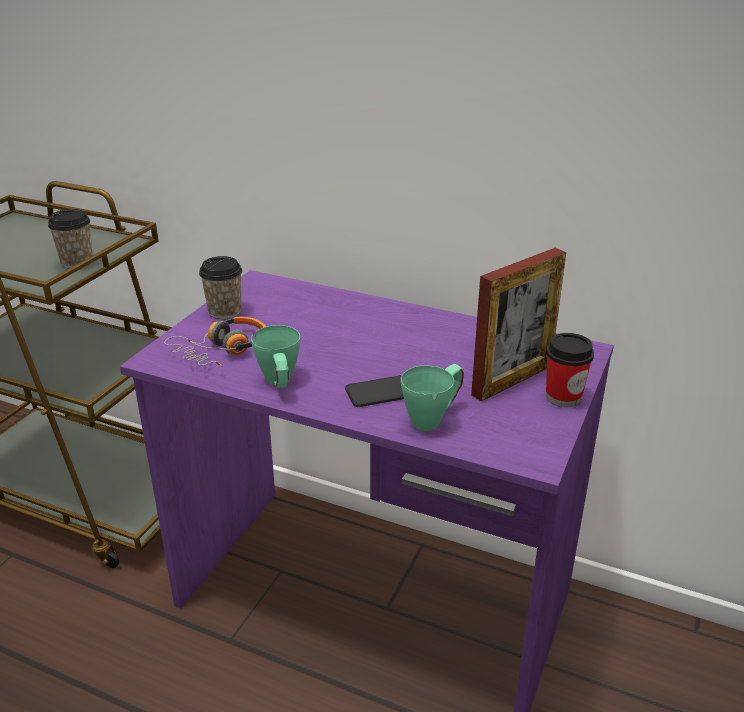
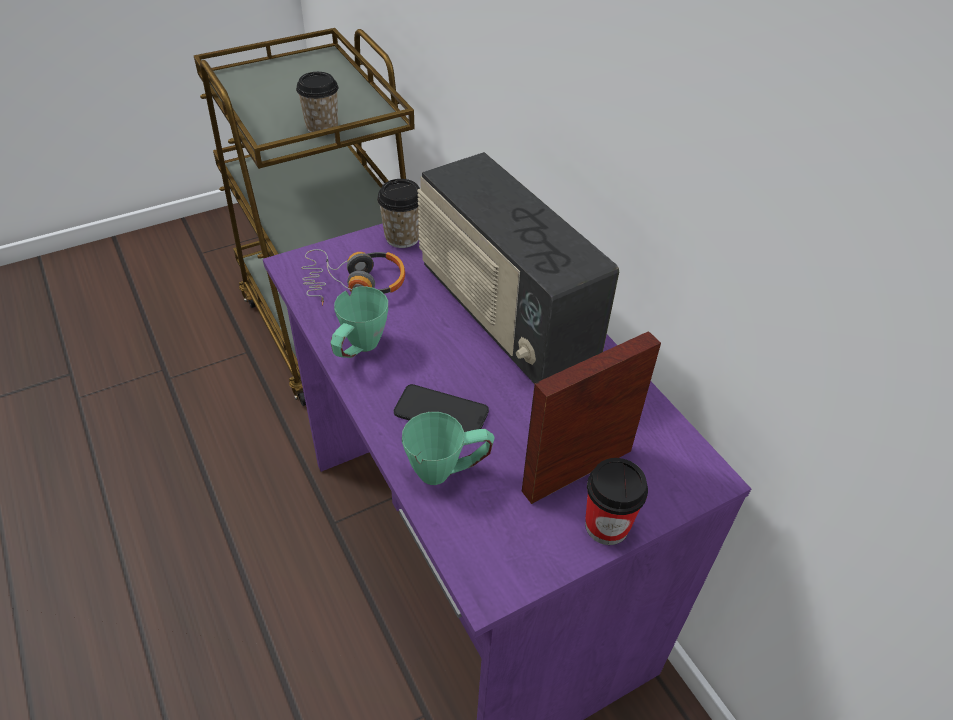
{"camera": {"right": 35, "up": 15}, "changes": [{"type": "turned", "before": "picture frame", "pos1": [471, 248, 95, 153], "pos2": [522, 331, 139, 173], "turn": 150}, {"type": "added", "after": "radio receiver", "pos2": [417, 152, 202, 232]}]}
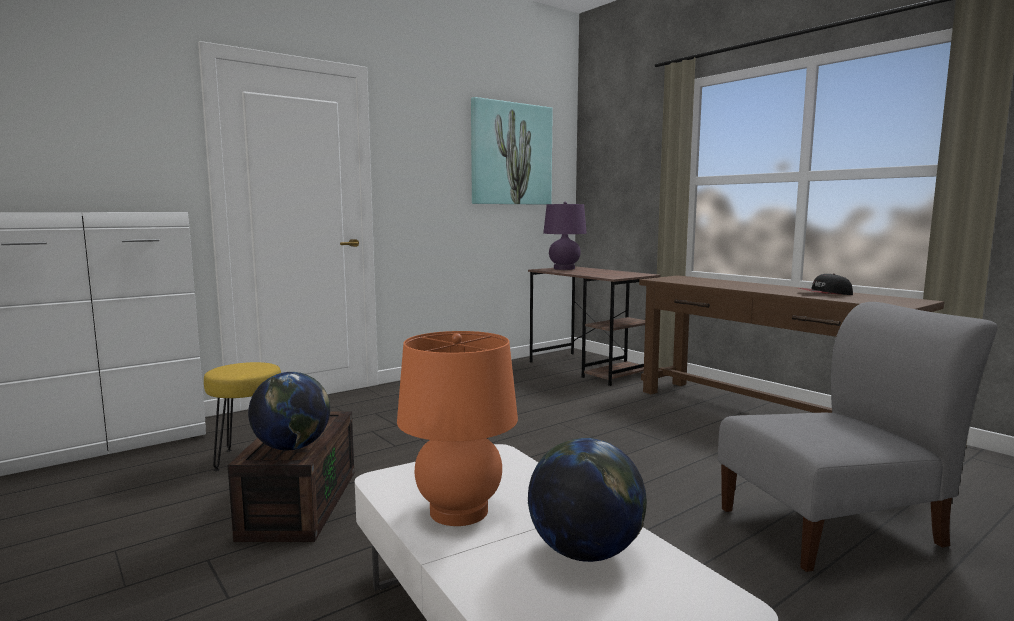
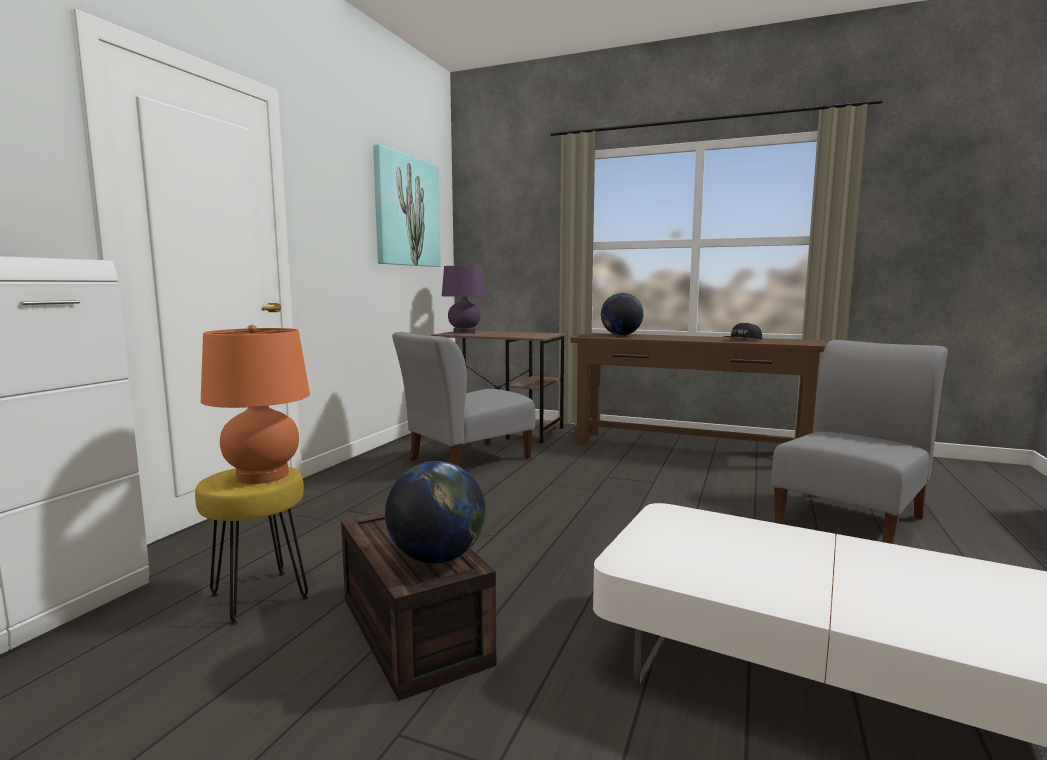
{"camera": {"right": -30, "up": 0}, "changes": [{"type": "moved", "before": "table lamp/orange", "pos1": [397, 331, 121, 195], "pos2": [201, 325, 109, 159]}, {"type": "moved", "before": "world globe", "pos1": [528, 438, 119, 124], "pos2": [601, 293, 42, 43]}, {"type": "added", "after": "plain chair/gray", "pos2": [392, 332, 143, 134]}]}
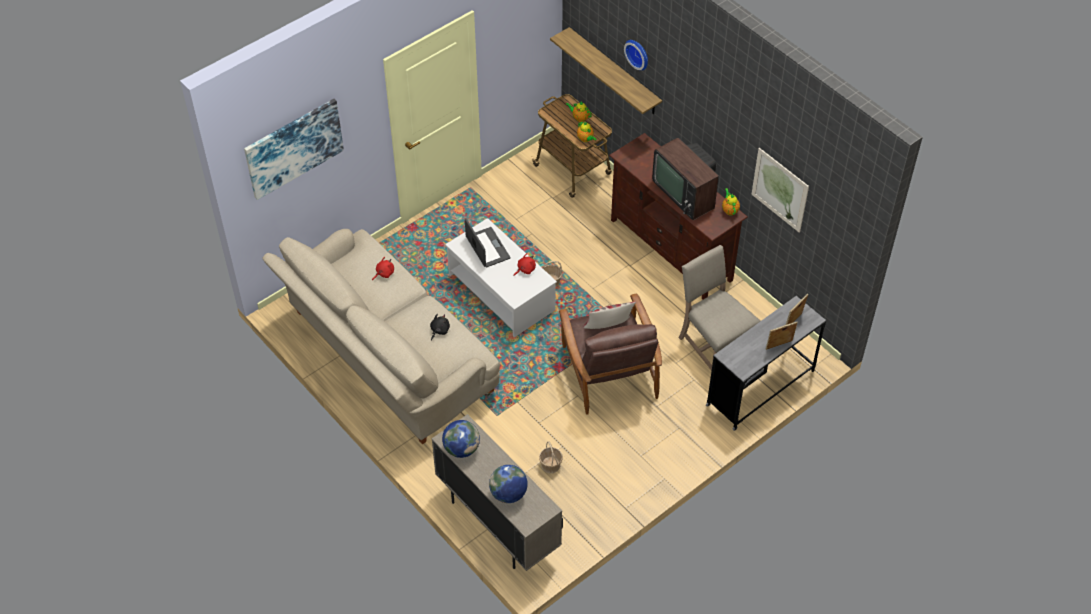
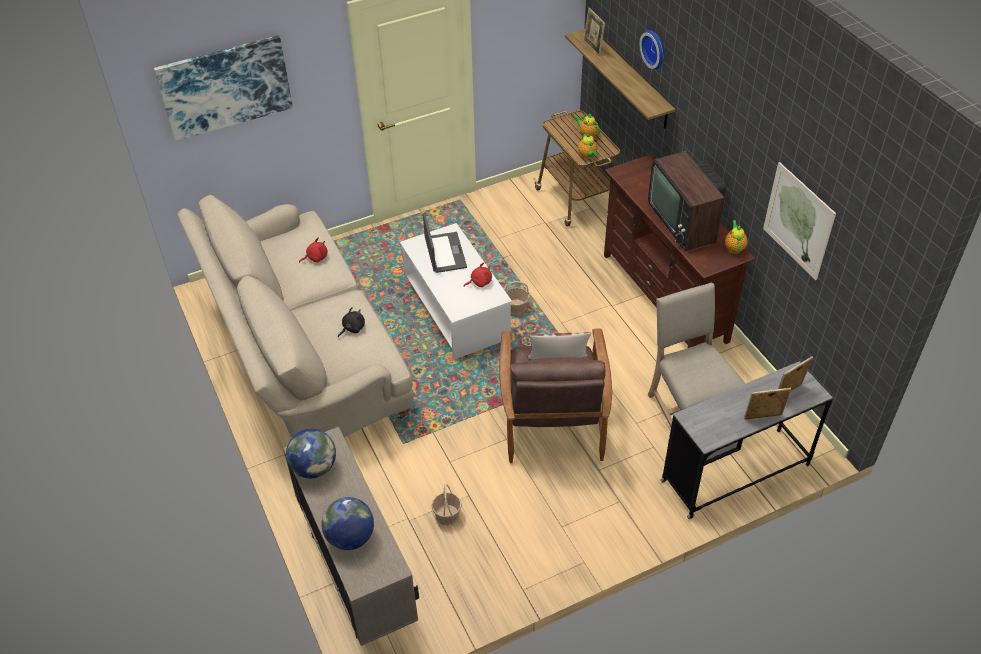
{"camera": {"right": 15, "up": -5}, "changes": [{"type": "added", "after": "picture frame", "pos2": [583, 8, 22, 48]}]}
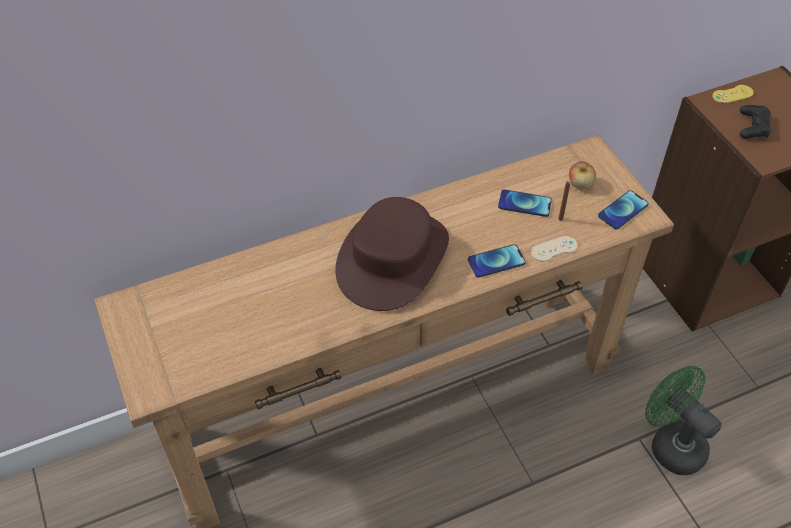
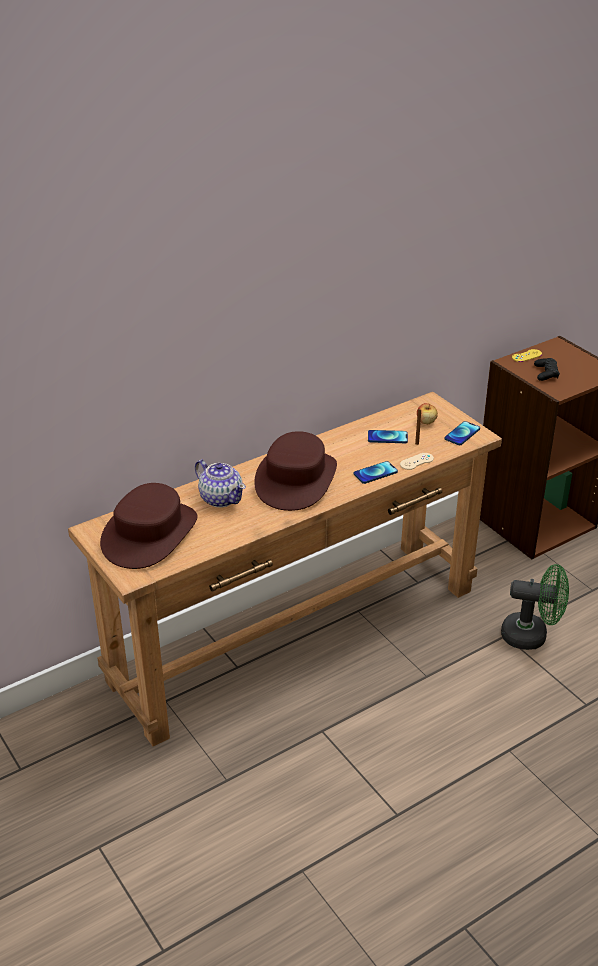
{"camera": {"right": -10, "up": -15}, "changes": [{"type": "turned", "before": "cooling fan/green-coloured", "pos1": [645, 366, 76, 109], "pos2": [501, 564, 68, 86], "turn": 150}, {"type": "added", "after": "tea pot", "pos2": [195, 460, 51, 47]}, {"type": "added", "after": "clothing hat/brownish", "pos2": [100, 483, 97, 86]}]}
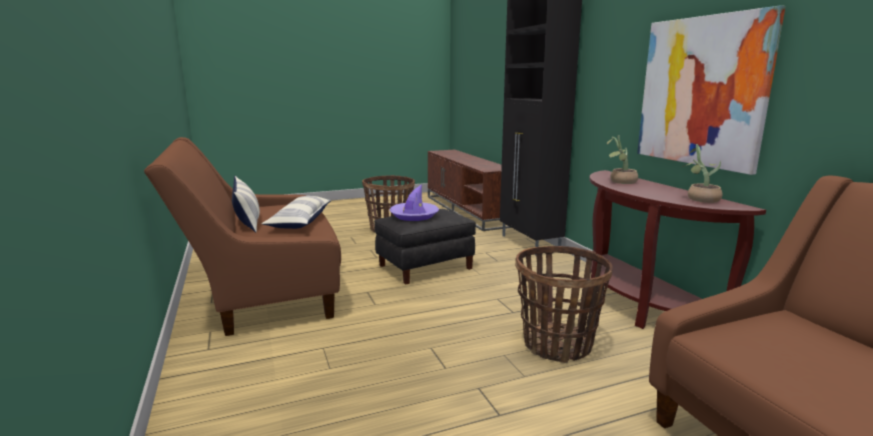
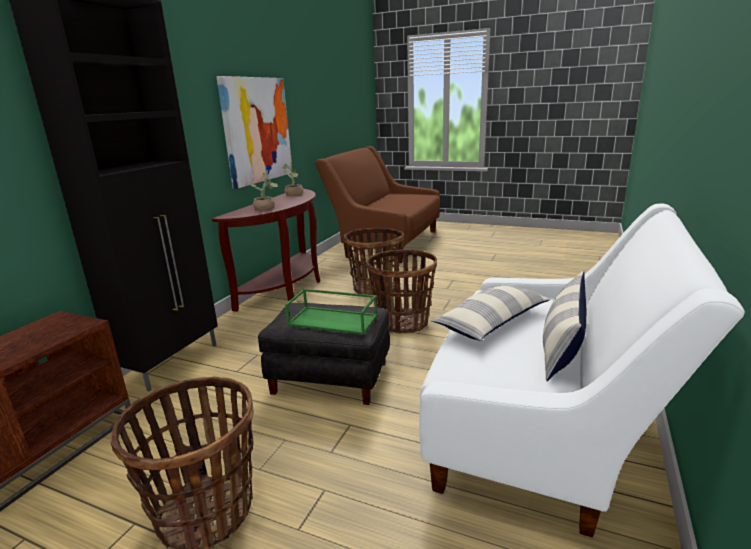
{"camera": {"right": -135, "up": 5}, "changes": [{"type": "recoloured", "before": "couch/brownish", "after": "couch/whitish", "pos1": [144, 137, 197, 199], "pos2": [419, 204, 326, 333]}, {"type": "replaced", "before": "clothing hat/purplish", "after": "tray/green-coloured", "pos1": [389, 184, 50, 37], "pos2": [285, 289, 93, 46]}, {"type": "added", "after": "basket", "pos2": [366, 249, 71, 84]}]}
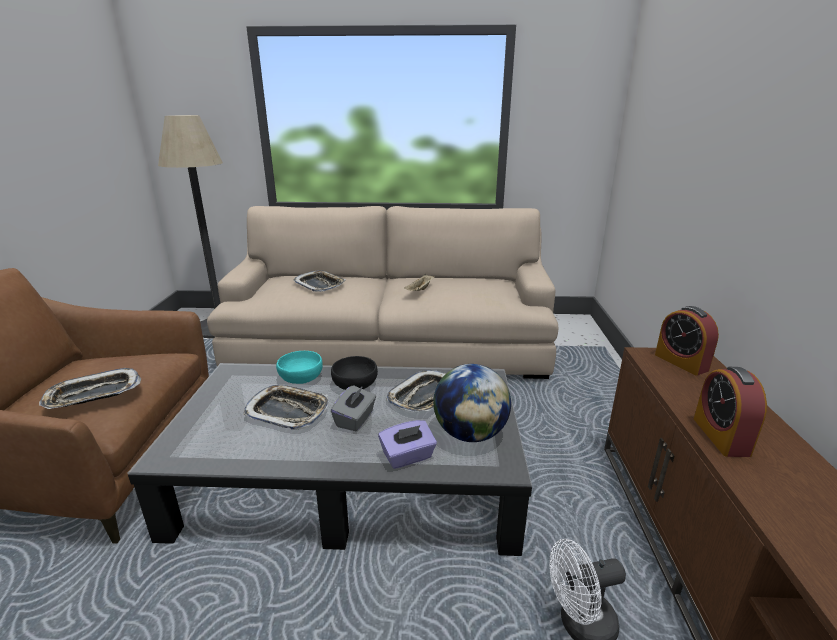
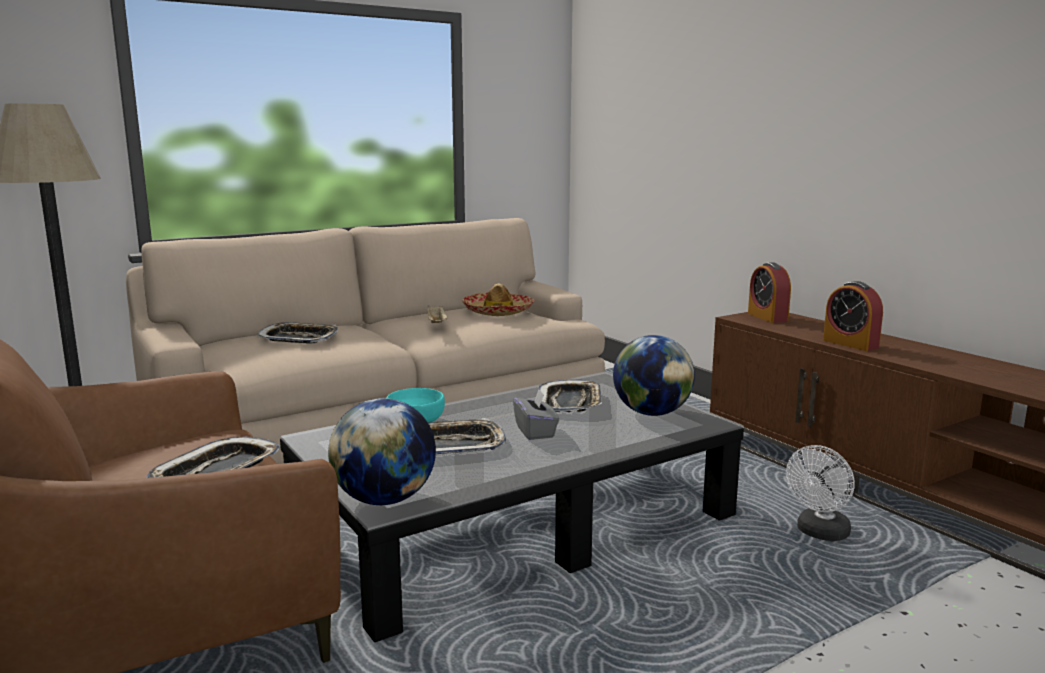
{"camera": {"right": -35, "up": -10}, "changes": [{"type": "turned", "before": "bedside clock", "pos1": [655, 306, 64, 70], "pos2": [748, 262, 43, 61], "turn": 45}, {"type": "removed", "before": "bowl/black-coloured", "pos1": [331, 356, 47, 34]}, {"type": "removed", "before": "tissue box/purplish", "pos1": [378, 420, 59, 49]}, {"type": "added", "after": "clothing hat", "pos2": [462, 283, 72, 33]}, {"type": "added", "after": "world globe", "pos2": [328, 398, 108, 107]}]}
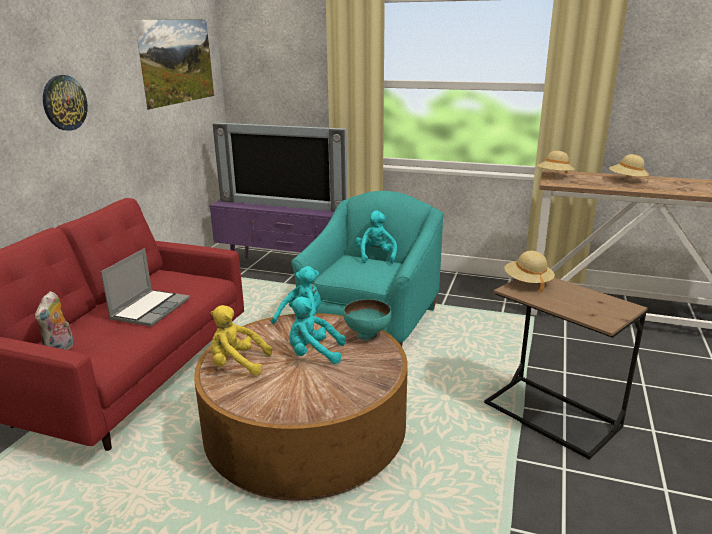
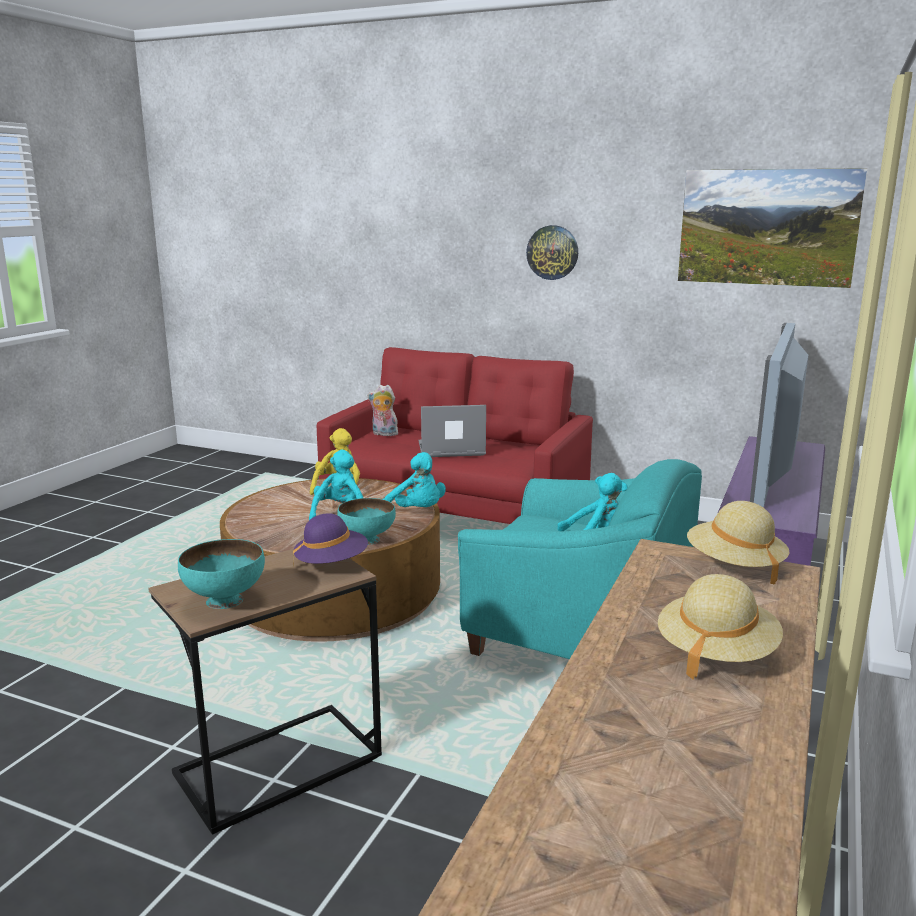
{"camera": {"right": 95, "up": -5}, "changes": [{"type": "turned", "before": "portable computer", "pos1": [101, 248, 89, 78], "pos2": [419, 405, 67, 52], "turn": 150}, {"type": "recoloured", "before": "clothing hat/beige-coloured", "after": "clothing hat/purplish", "pos1": [504, 251, 51, 41], "pos2": [293, 513, 75, 54]}, {"type": "added", "after": "bowl/turquoise", "pos2": [178, 539, 87, 70]}]}
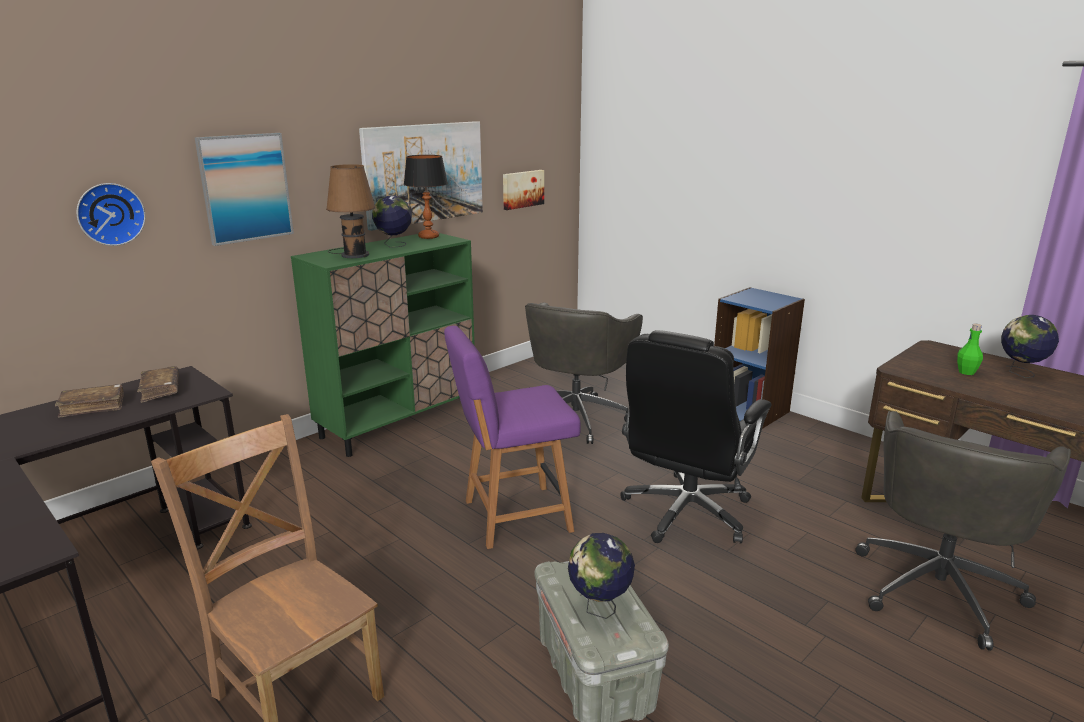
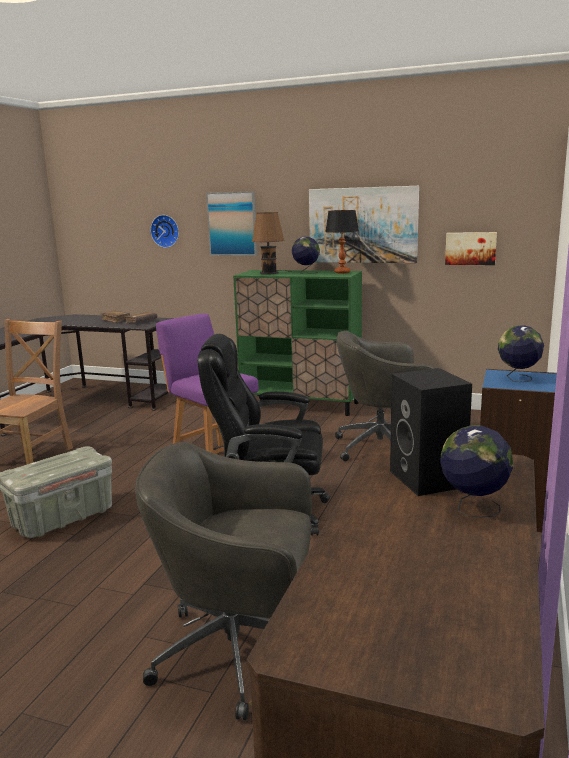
{"camera": {"right": 65, "up": -5}, "changes": [{"type": "replaced", "before": "drink bottle/green-coloured", "after": "loudspeaker/black-coloured", "pos1": [957, 324, 26, 51], "pos2": [390, 368, 82, 128]}, {"type": "moved", "before": "world globe", "pos1": [568, 533, 67, 86], "pos2": [498, 325, 46, 57]}]}
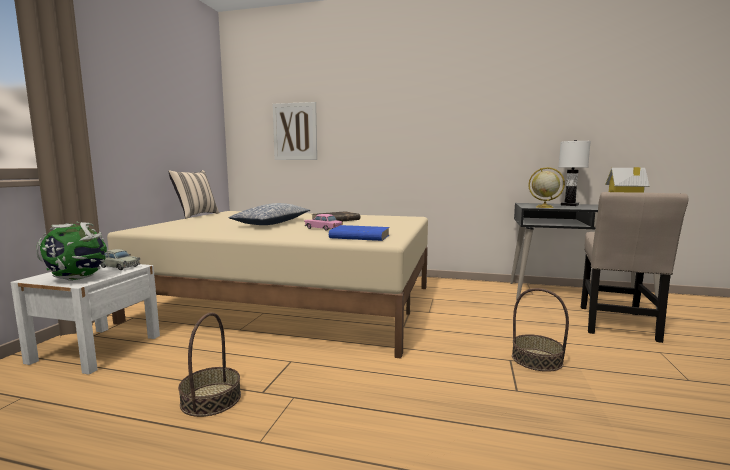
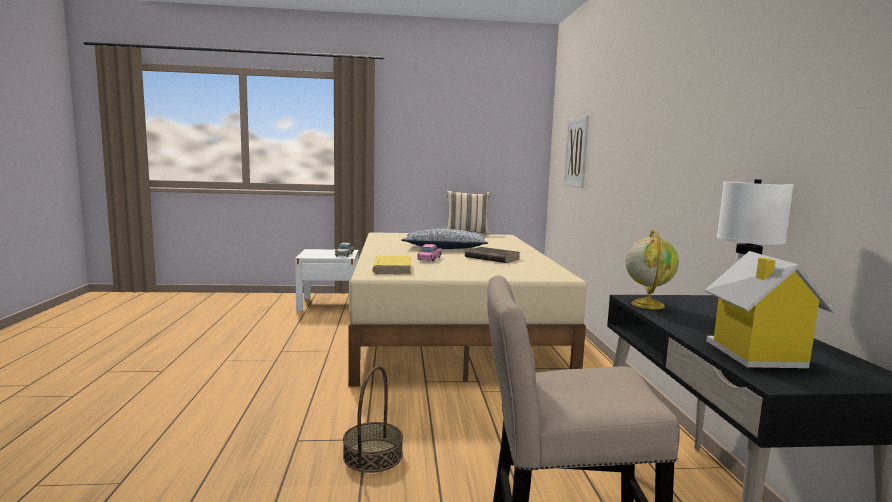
{"camera": {"right": 70, "up": 0}, "changes": [{"type": "removed", "before": "world globe", "pos1": [36, 222, 72, 59]}, {"type": "recoloured", "before": "bound book/blue", "after": "bound book/yellow-coloured", "pos1": [329, 225, 61, 16], "pos2": [372, 256, 39, 18]}, {"type": "removed", "before": "basket", "pos1": [178, 312, 63, 105]}]}
